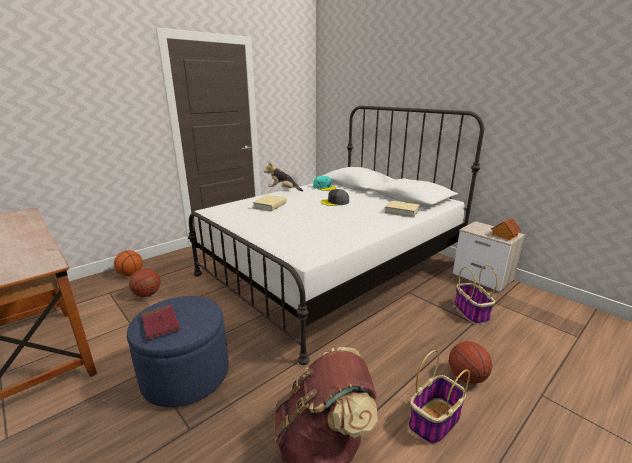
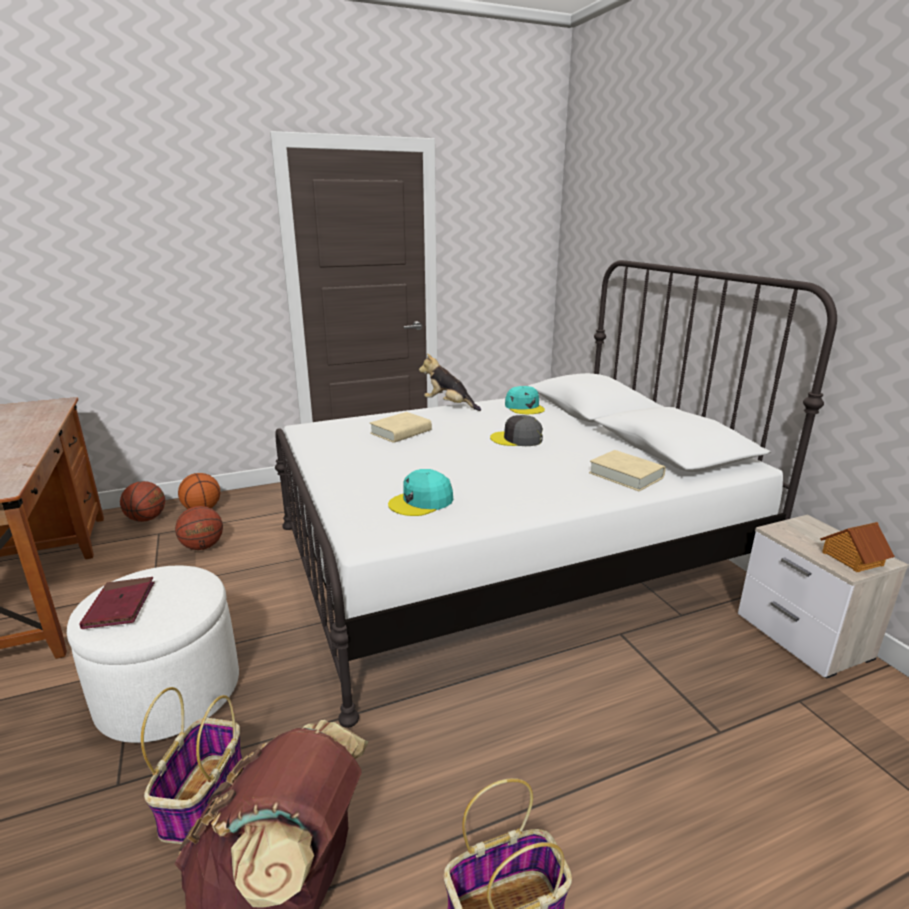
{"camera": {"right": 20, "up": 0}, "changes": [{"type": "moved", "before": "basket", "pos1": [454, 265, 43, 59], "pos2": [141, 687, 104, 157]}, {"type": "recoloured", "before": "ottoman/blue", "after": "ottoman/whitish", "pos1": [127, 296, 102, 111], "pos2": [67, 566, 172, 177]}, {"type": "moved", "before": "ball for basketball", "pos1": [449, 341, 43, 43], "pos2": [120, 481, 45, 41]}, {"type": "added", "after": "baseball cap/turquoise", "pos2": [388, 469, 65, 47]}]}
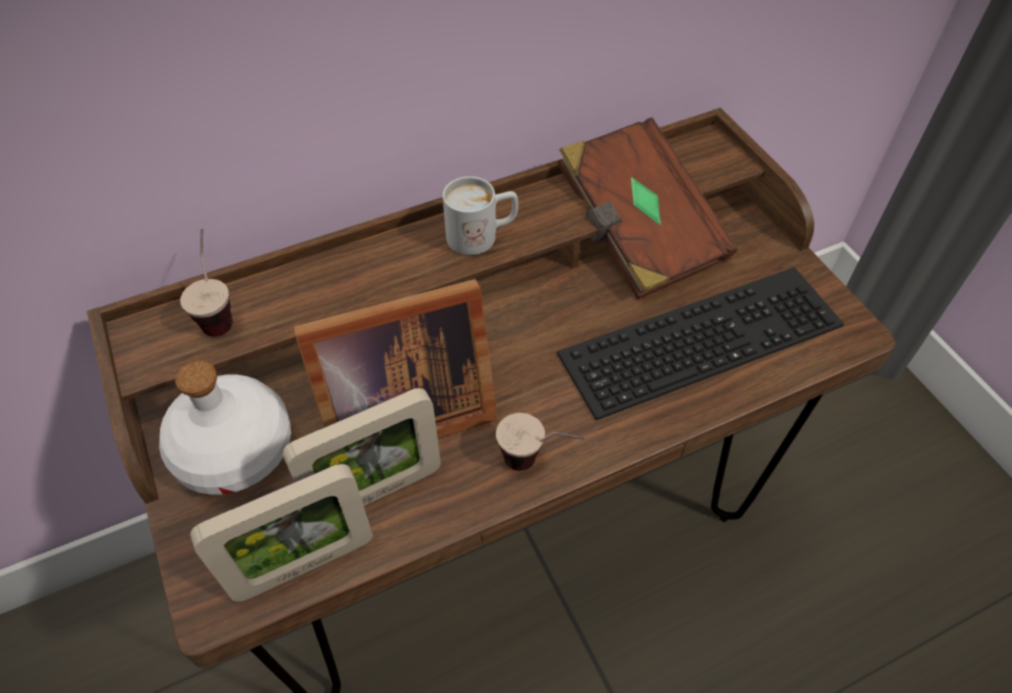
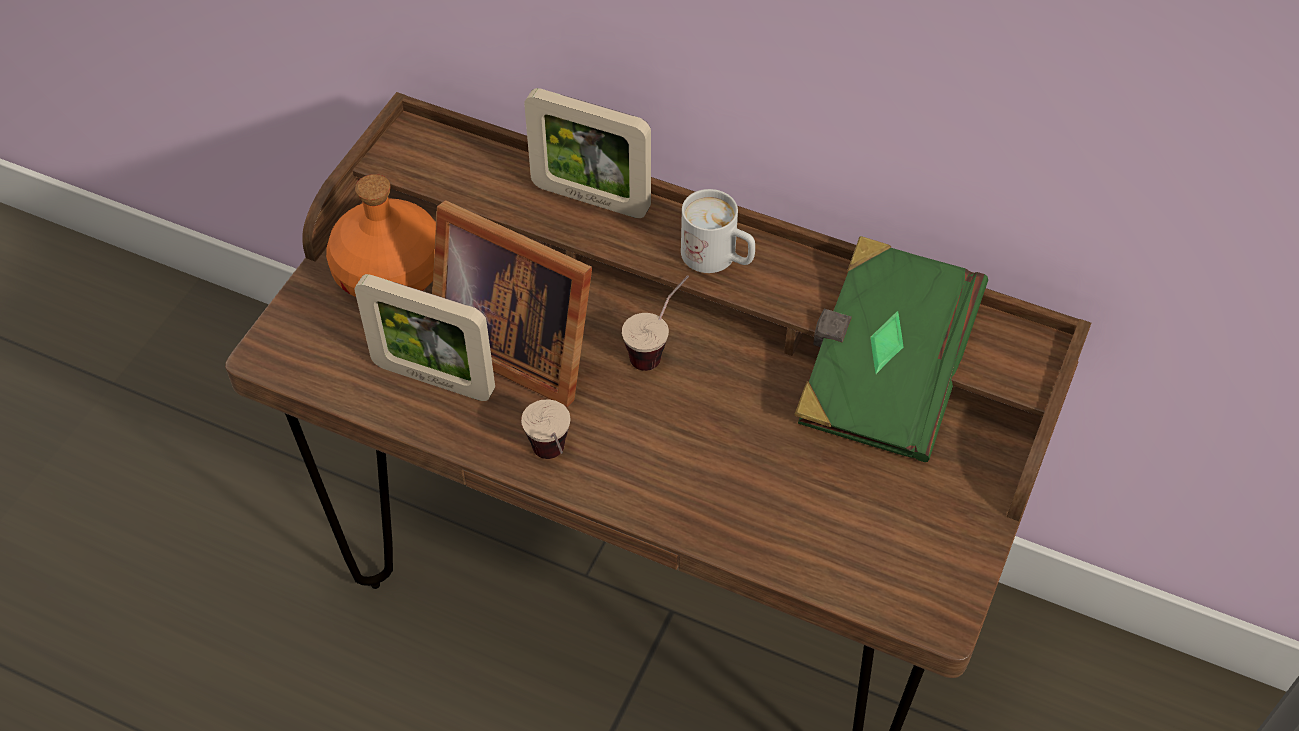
{"camera": {"right": 50, "up": 0}, "changes": [{"type": "recoloured", "before": "bound book/brownish", "after": "bound book/green-coloured", "pos1": [557, 117, 181, 183], "pos2": [794, 236, 194, 226]}, {"type": "moved", "before": "cup", "pos1": [180, 229, 53, 108], "pos2": [622, 275, 67, 96]}, {"type": "removed", "before": "computer keyboard", "pos1": [557, 267, 287, 153]}, {"type": "recoloured", "before": "drink bottle/whitish", "after": "drink bottle/orange", "pos1": [159, 361, 132, 134], "pos2": [326, 174, 110, 123]}, {"type": "moved", "before": "picture frame", "pos1": [190, 464, 183, 138], "pos2": [524, 88, 127, 130]}]}
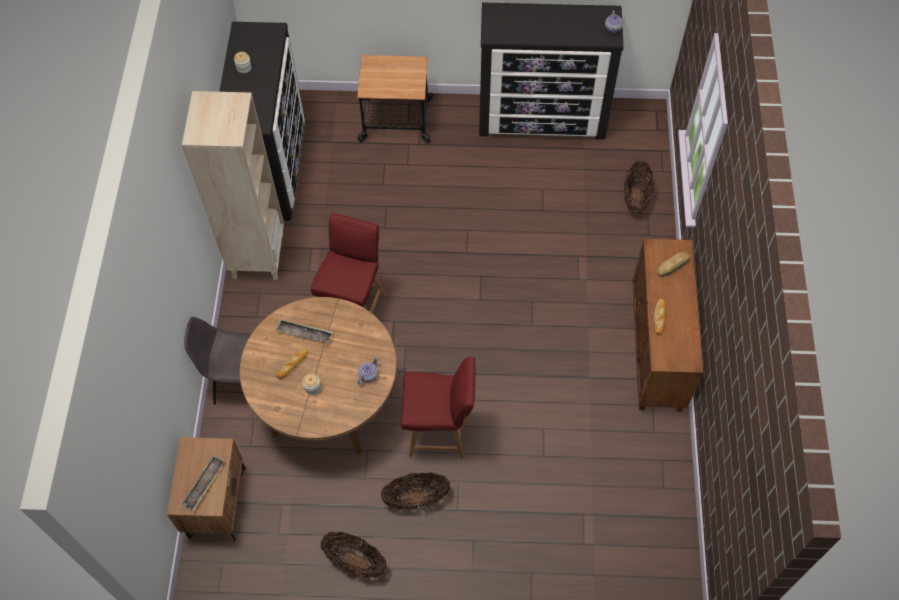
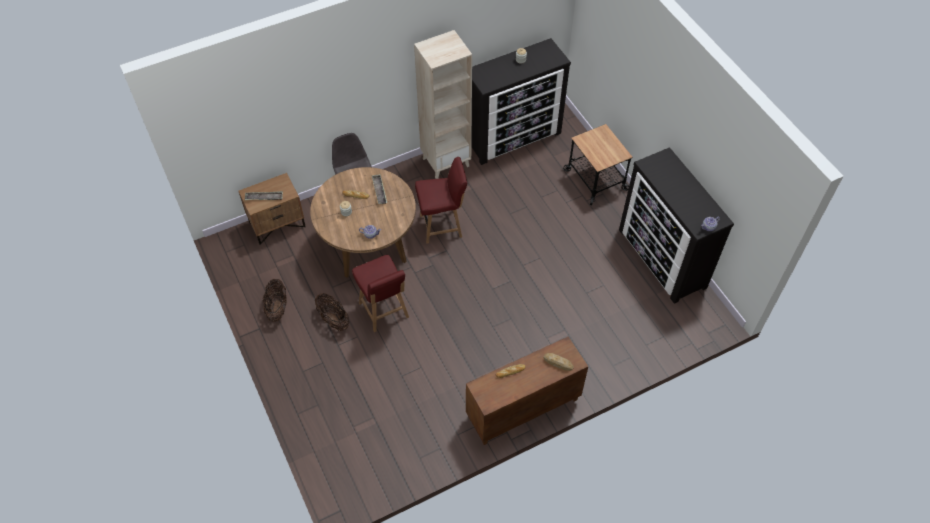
{"camera": {"right": 60, "up": -5}, "changes": [{"type": "removed", "before": "basket", "pos1": [624, 161, 30, 53]}]}
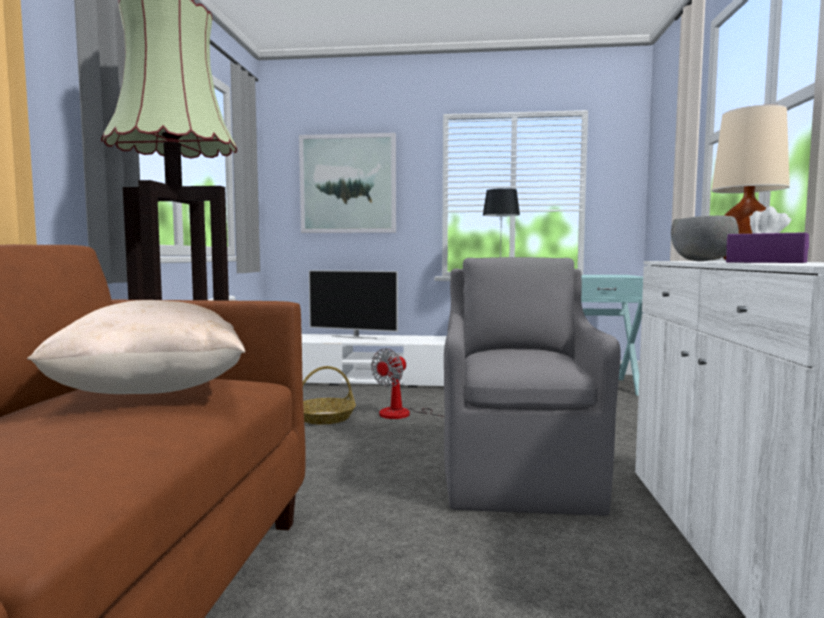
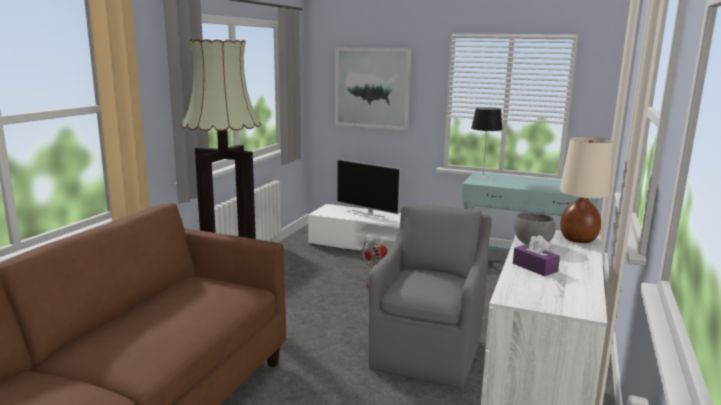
{"camera": {"right": 15, "up": 10}, "changes": [{"type": "removed", "before": "throw pillow/beige-coloured", "pos1": [27, 300, 219, 94]}, {"type": "removed", "before": "basket", "pos1": [303, 366, 53, 59]}]}
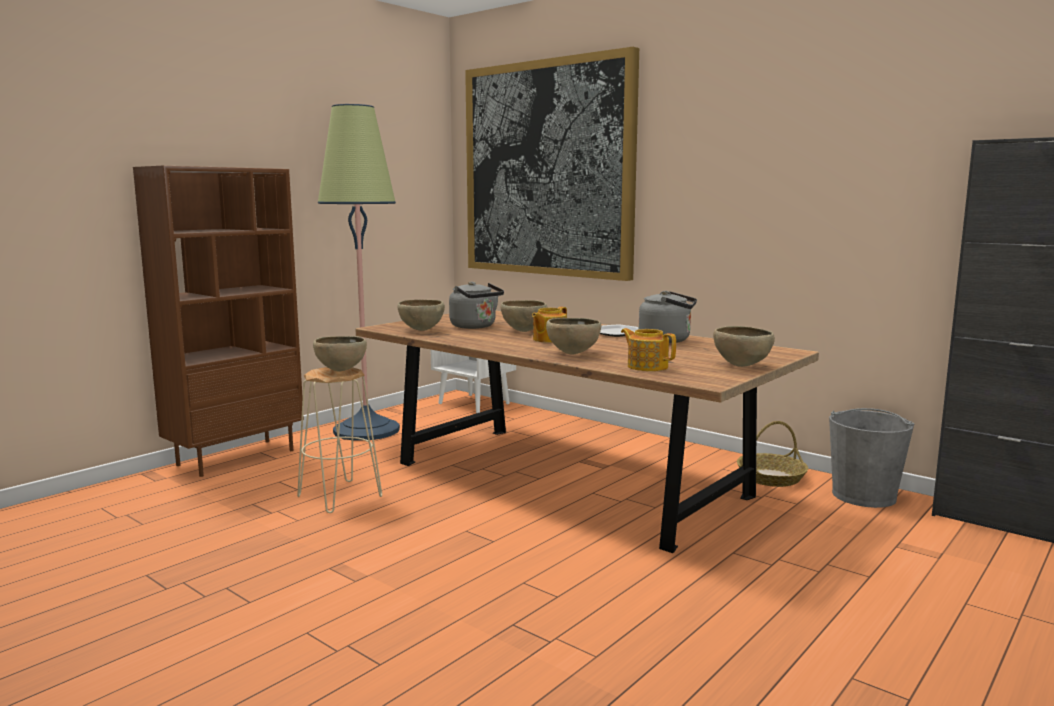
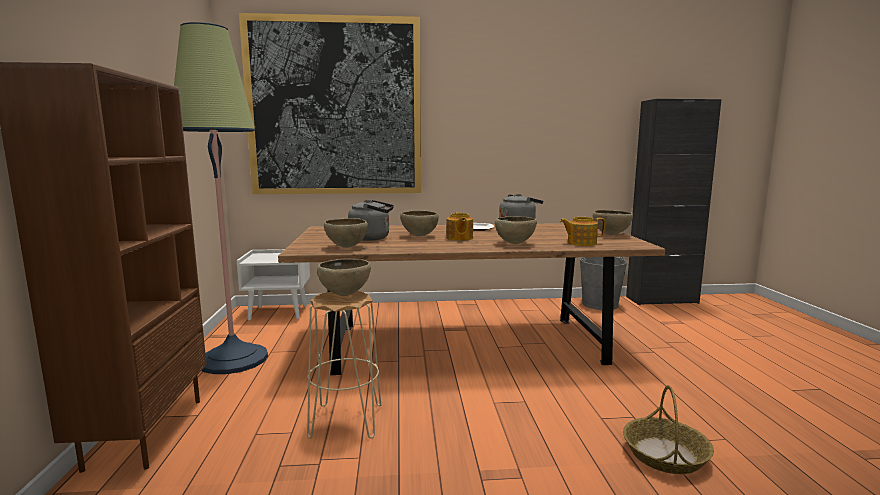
{"camera": {"right": -45, "up": 0}, "changes": [{"type": "moved", "before": "basket", "pos1": [737, 421, 71, 66], "pos2": [623, 385, 91, 89]}]}
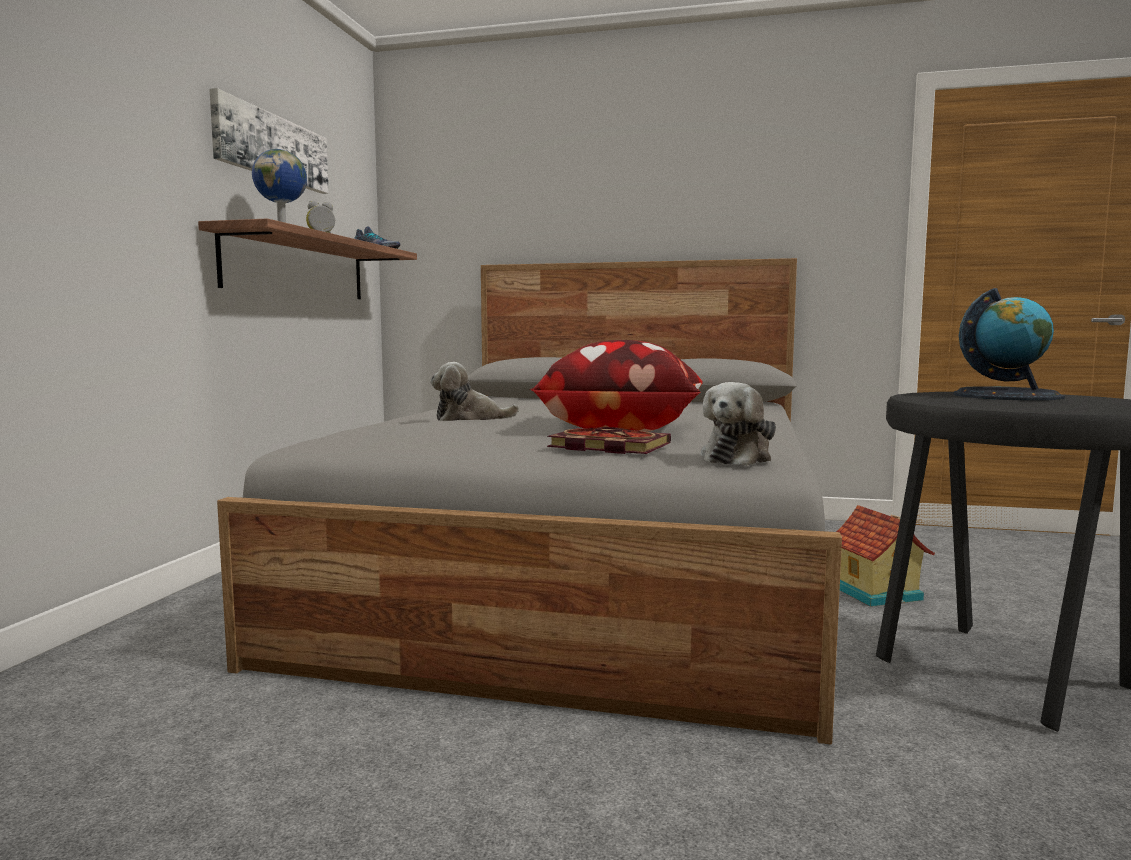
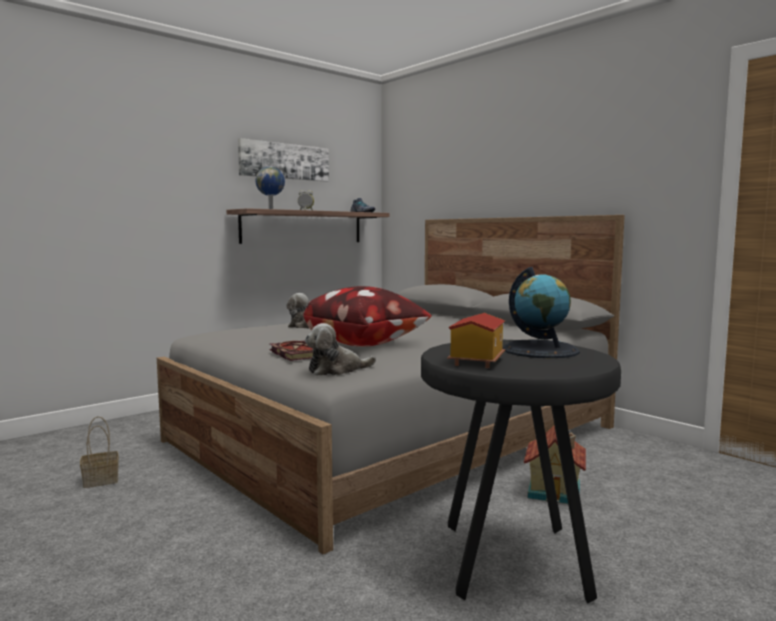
{"camera": {"right": 35, "up": 0}, "changes": [{"type": "added", "after": "miniature house", "pos2": [447, 313, 58, 55]}, {"type": "added", "after": "basket", "pos2": [80, 416, 39, 72]}]}
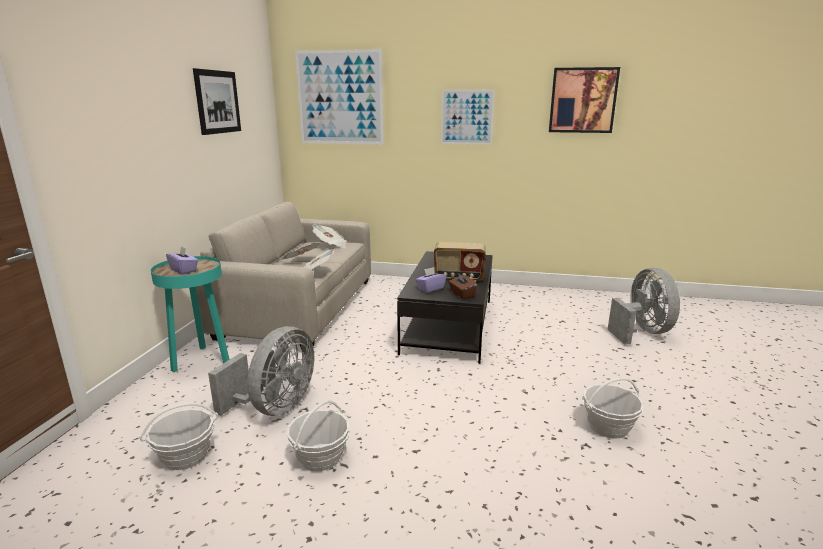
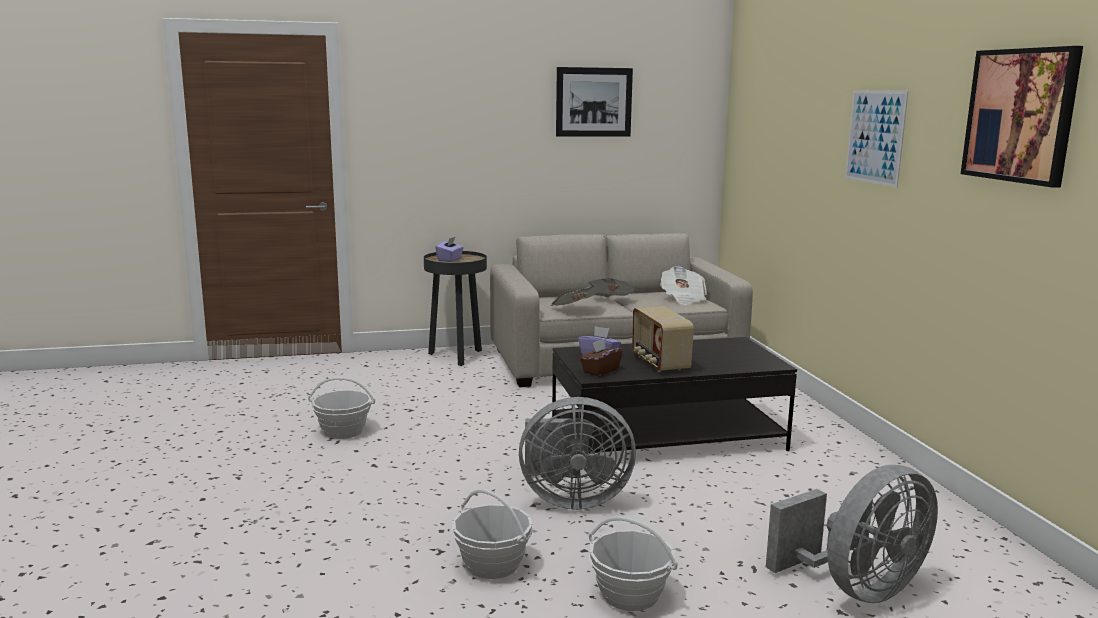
{"camera": {"right": 65, "up": -5}, "changes": [{"type": "removed", "before": "picture", "pos1": [295, 49, 89, 96]}, {"type": "recoloured", "before": "side table/turquoise", "after": "side table/black-coloured", "pos1": [151, 256, 79, 116], "pos2": [424, 251, 63, 115]}, {"type": "moved", "before": "cooling fan/gray", "pos1": [208, 326, 106, 90], "pos2": [519, 397, 117, 113]}, {"type": "moved", "before": "basket", "pos1": [139, 403, 79, 67], "pos2": [589, 516, 89, 95]}]}
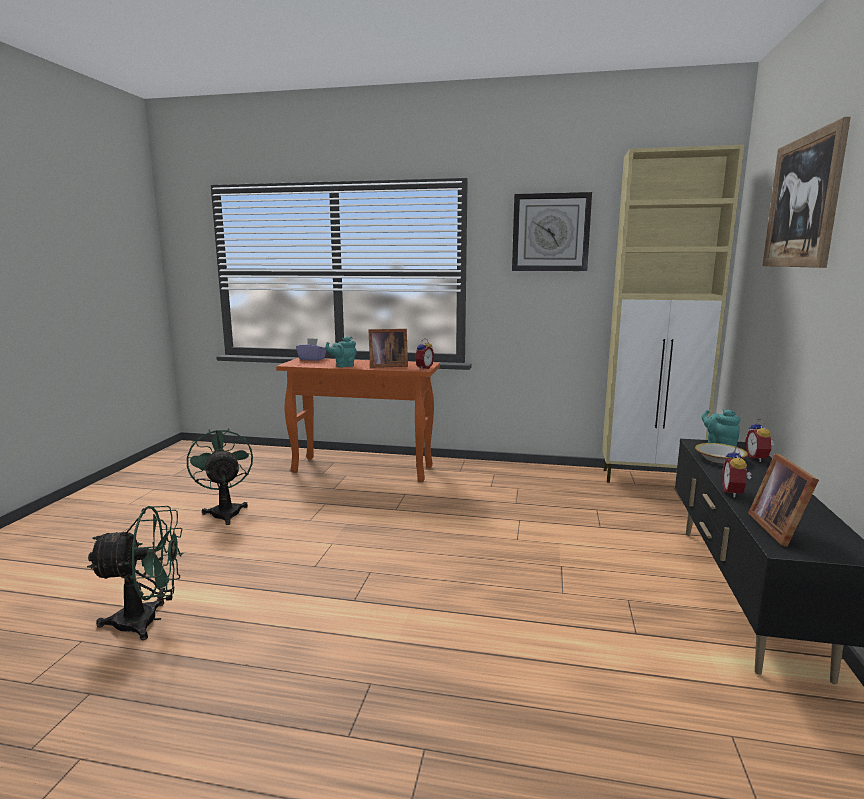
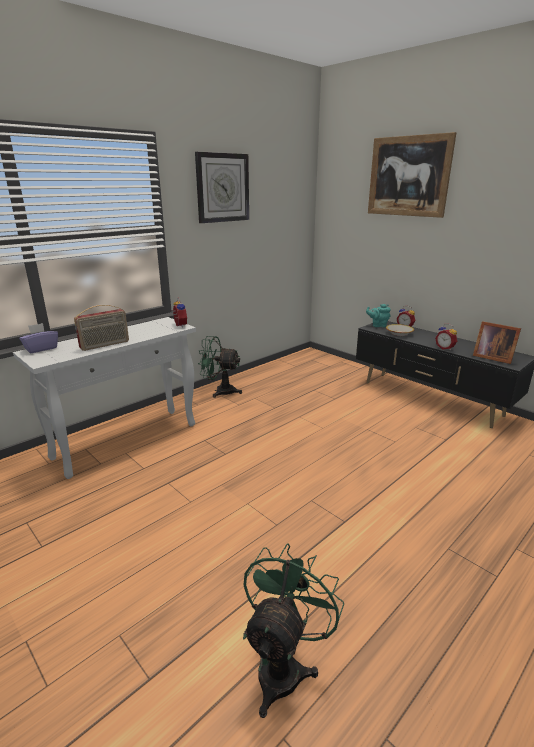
{"camera": {"right": -55, "up": 10}, "changes": [{"type": "removed", "before": "cupboard/beige-coloured", "pos1": [602, 144, 143, 339]}, {"type": "removed", "before": "picture frame", "pos1": [369, 329, 39, 39]}, {"type": "replaced", "before": "tea pot/turquoise", "after": "radio receiver", "pos1": [325, 336, 32, 31], "pos2": [74, 305, 55, 46]}, {"type": "recoloured", "before": "console table/orange", "after": "console table/whitish", "pos1": [276, 358, 164, 124], "pos2": [13, 317, 183, 162]}, {"type": "moved", "before": "cooling fan/green-coloured", "pos1": [187, 428, 66, 97], "pos2": [198, 336, 44, 62]}]}
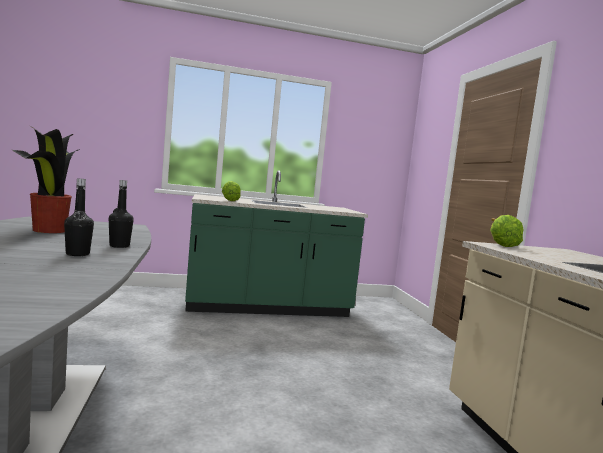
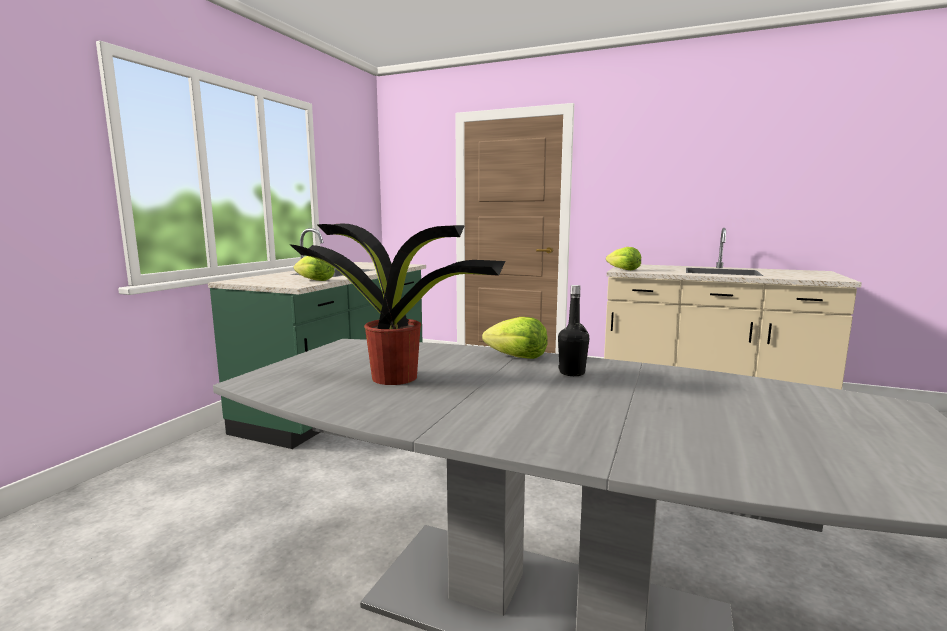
{"camera": {"right": -55, "up": 5}, "changes": [{"type": "replaced", "before": "drink bottle/black-coloured", "after": "lettuce head", "pos1": [109, 180, 25, 68], "pos2": [482, 317, 66, 42]}]}
